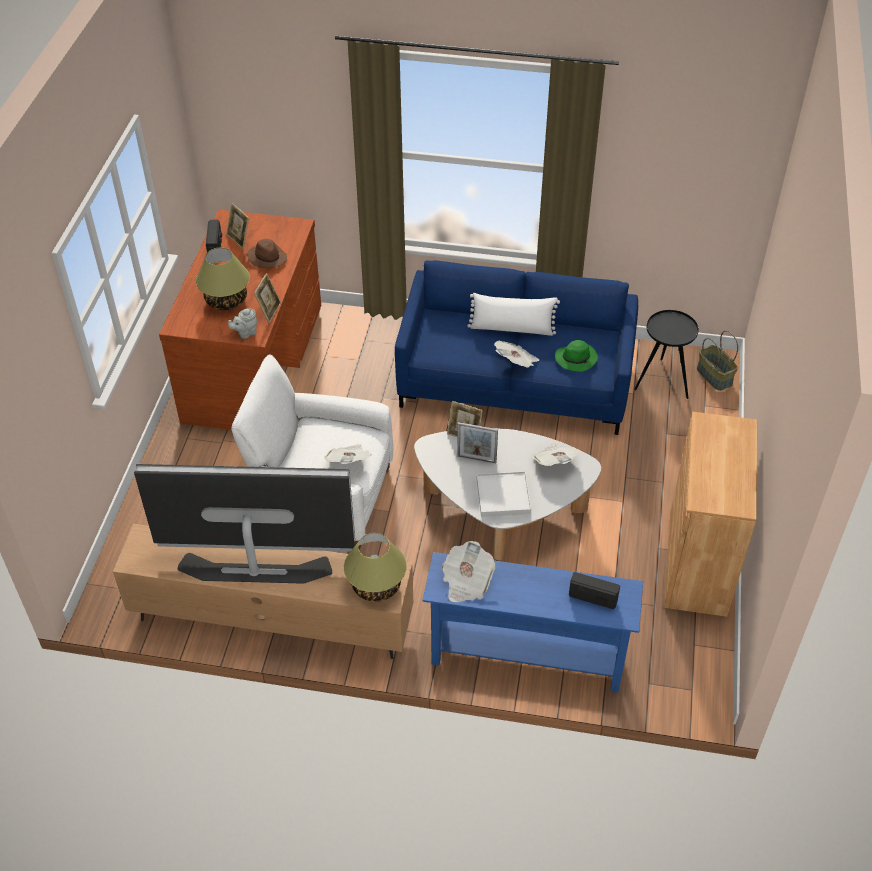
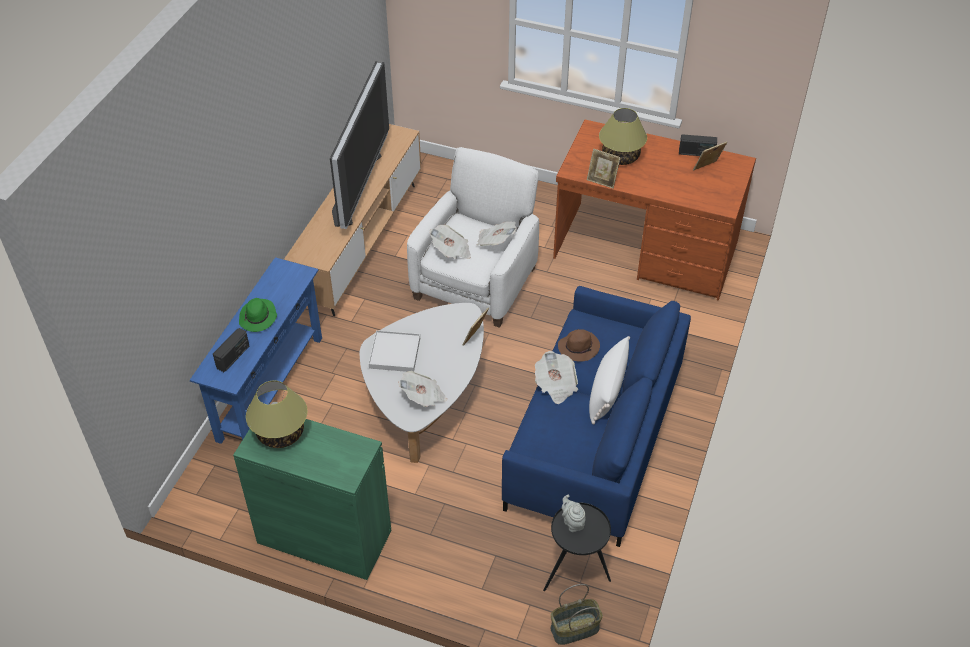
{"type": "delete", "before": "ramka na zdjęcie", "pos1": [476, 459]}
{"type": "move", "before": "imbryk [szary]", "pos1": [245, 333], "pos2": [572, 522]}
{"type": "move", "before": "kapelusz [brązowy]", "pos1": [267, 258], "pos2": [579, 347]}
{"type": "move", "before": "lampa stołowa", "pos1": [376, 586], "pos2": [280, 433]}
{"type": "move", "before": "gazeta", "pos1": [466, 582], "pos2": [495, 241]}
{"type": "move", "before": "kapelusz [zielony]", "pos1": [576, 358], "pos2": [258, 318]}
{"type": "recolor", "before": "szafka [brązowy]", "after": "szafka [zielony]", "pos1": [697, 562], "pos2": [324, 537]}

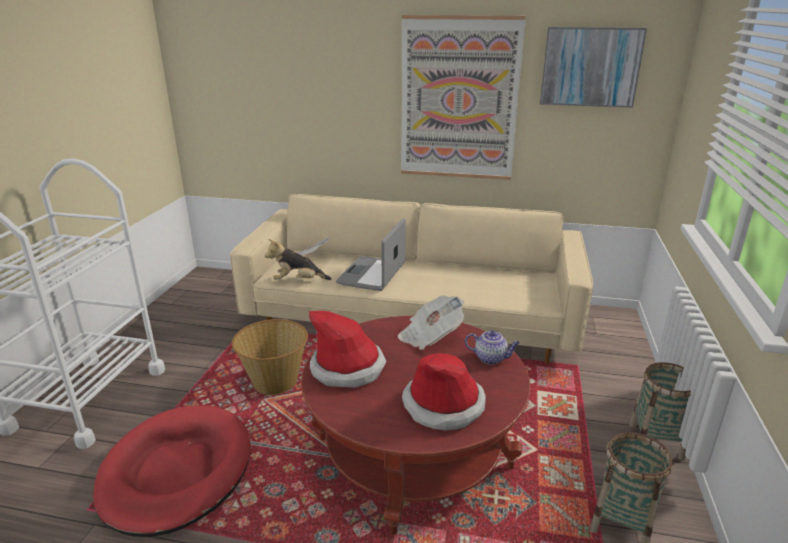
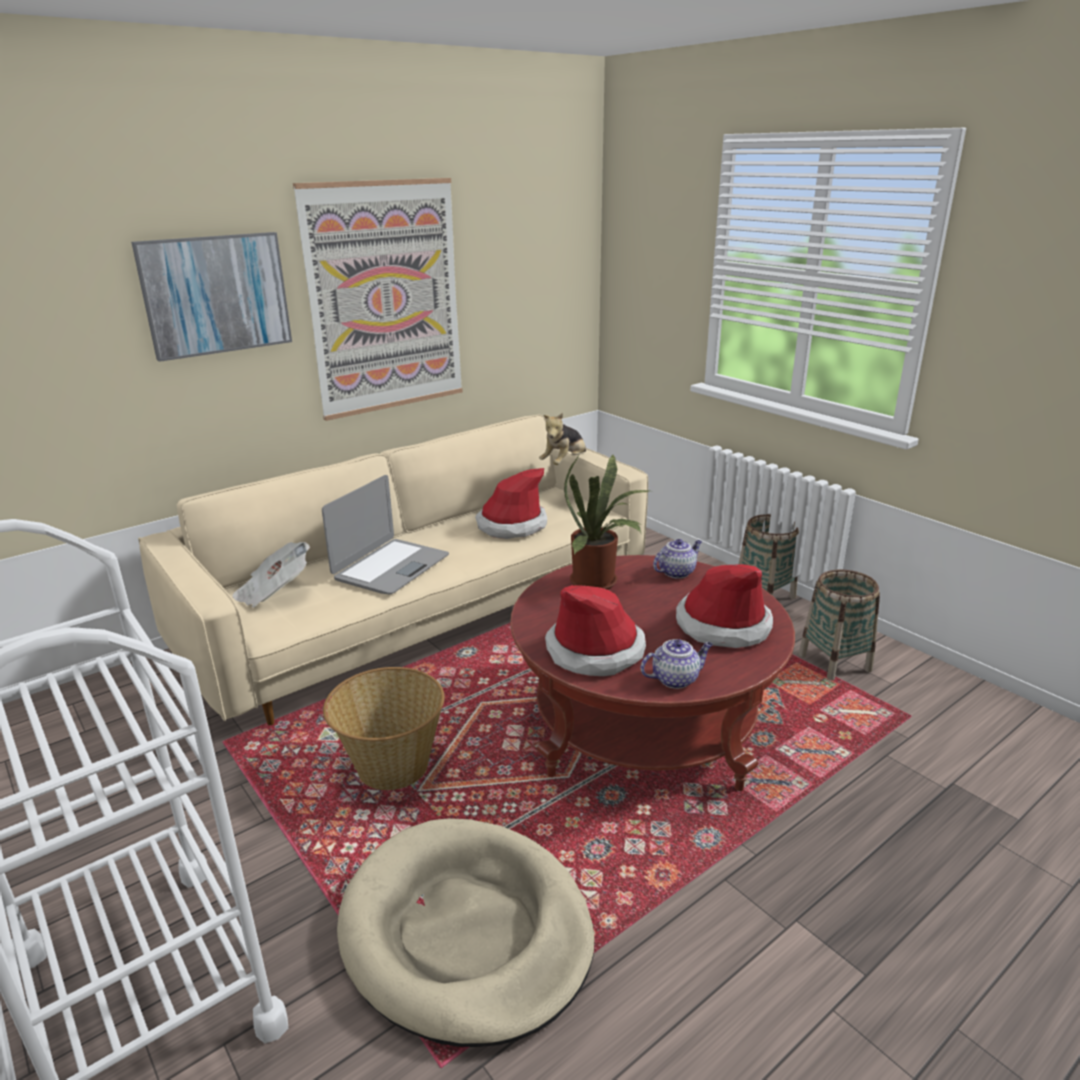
{"type": "insert", "after": "kapelusz", "pos2": [511, 525]}
{"type": "insert", "after": "imbryk", "pos2": [676, 679]}
{"type": "move", "before": "pluszak", "pos1": [298, 281], "pos2": [564, 463]}
{"type": "move", "before": "obraz", "pos1": [590, 67], "pos2": [216, 294]}
{"type": "replace", "before": "gazeta", "after": "roślina doniczkowa", "pos1": [430, 336], "pos2": [598, 583]}
{"type": "recolor", "before": "legowisko [czerwony]", "after": "legowisko [beżowy]", "pos1": [176, 472], "pos2": [466, 932]}
{"type": "rotate", "before": "laptop", "pos1": [372, 274], "pos2": [390, 567], "turn": -120}

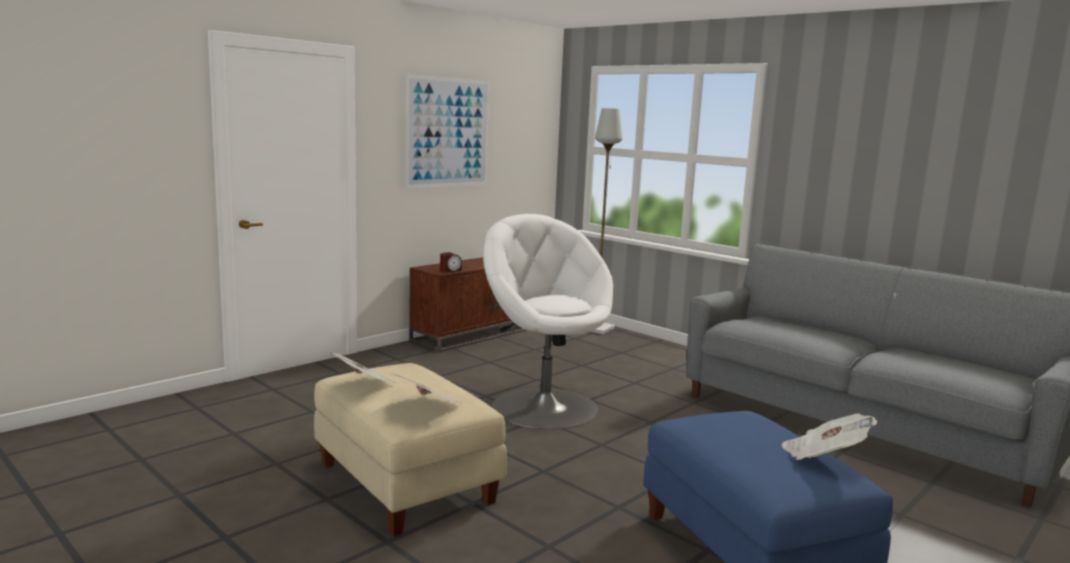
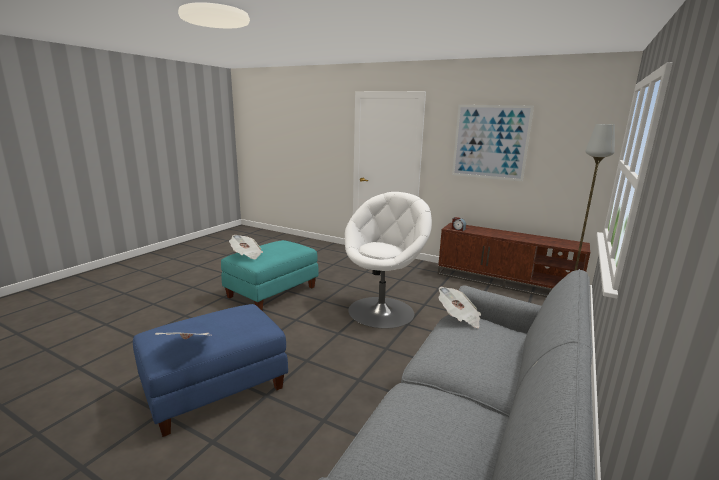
{"type": "move", "before": "gazeta", "pos1": [362, 385], "pos2": [459, 318]}
{"type": "recolor", "before": "pufa [beżowy]", "after": "pufa [turkusowy]", "pos1": [403, 482], "pos2": [272, 291]}

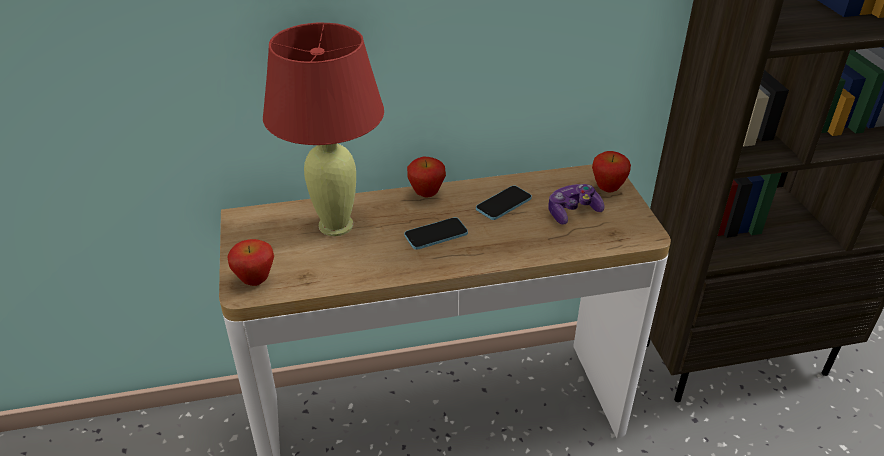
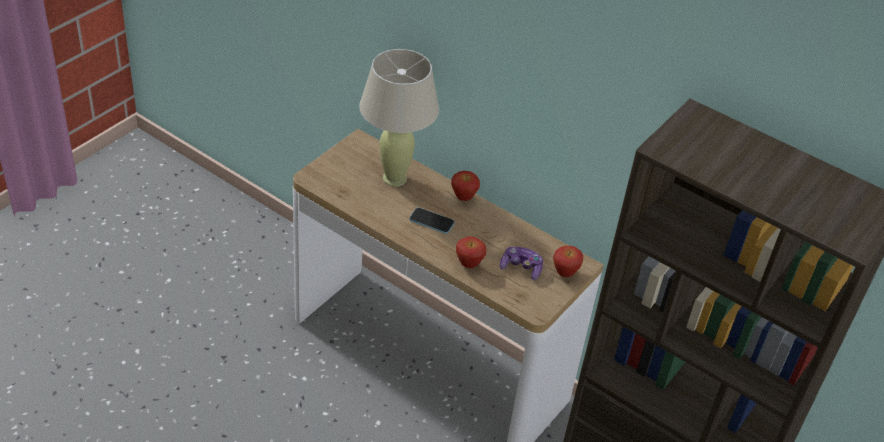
{"type": "delete", "before": "telefon", "pos1": [503, 204]}
{"type": "move", "before": "jabłko", "pos1": [255, 281], "pos2": [469, 264]}
{"type": "recolor", "before": "lampa stołowa [czerwony]", "after": "lampa stołowa [beżowy]", "pos1": [335, 225], "pos2": [394, 178]}

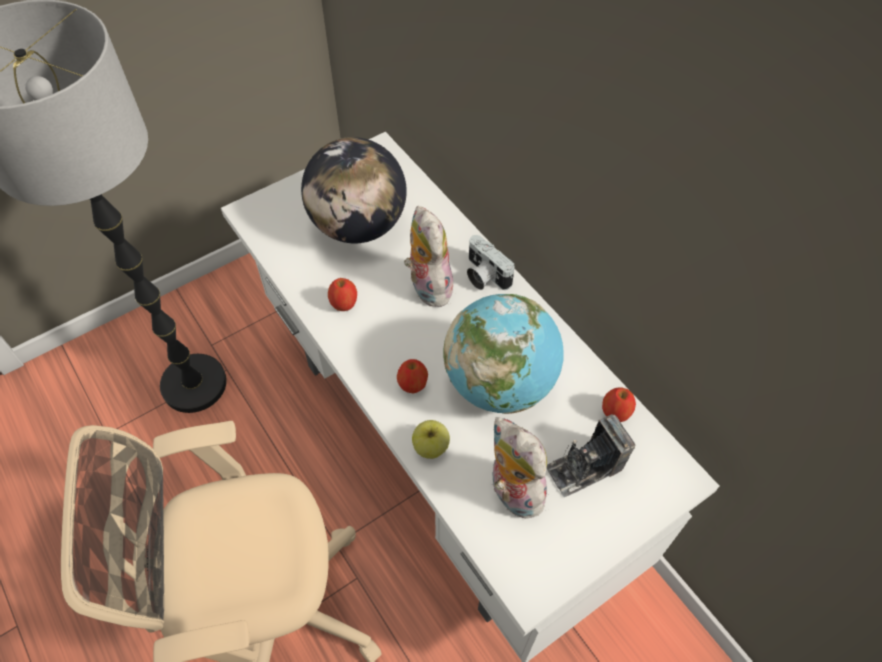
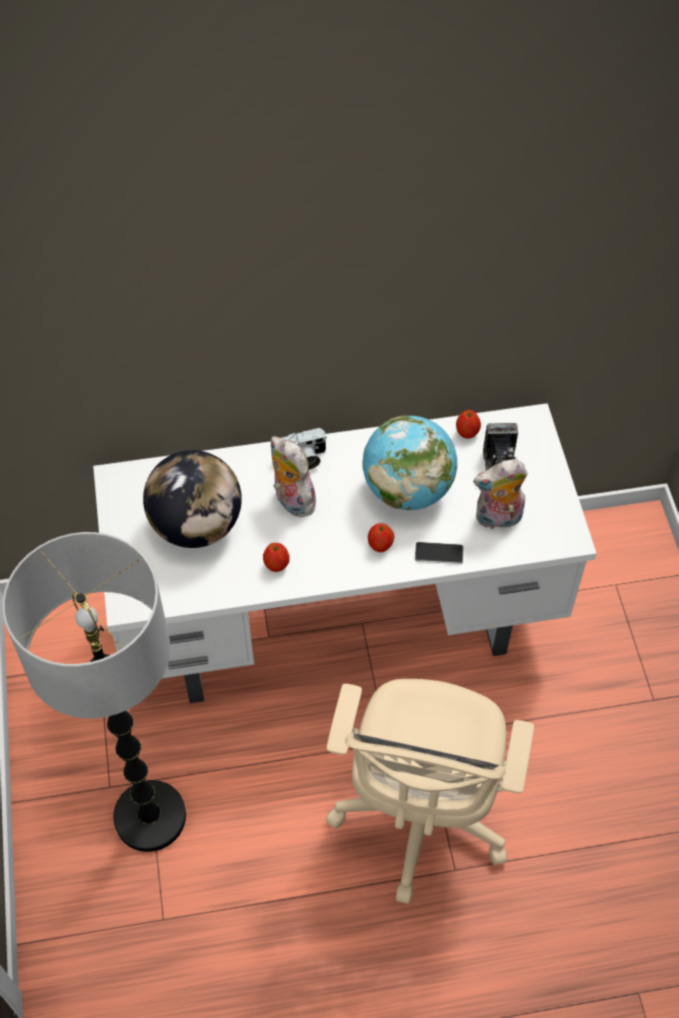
{"type": "replace", "before": "jabłko", "after": "telefon", "pos1": [431, 447], "pos2": [439, 553]}
{"type": "rotate", "before": "pluszak", "pos1": [427, 286], "pos2": [291, 500], "turn": 45}

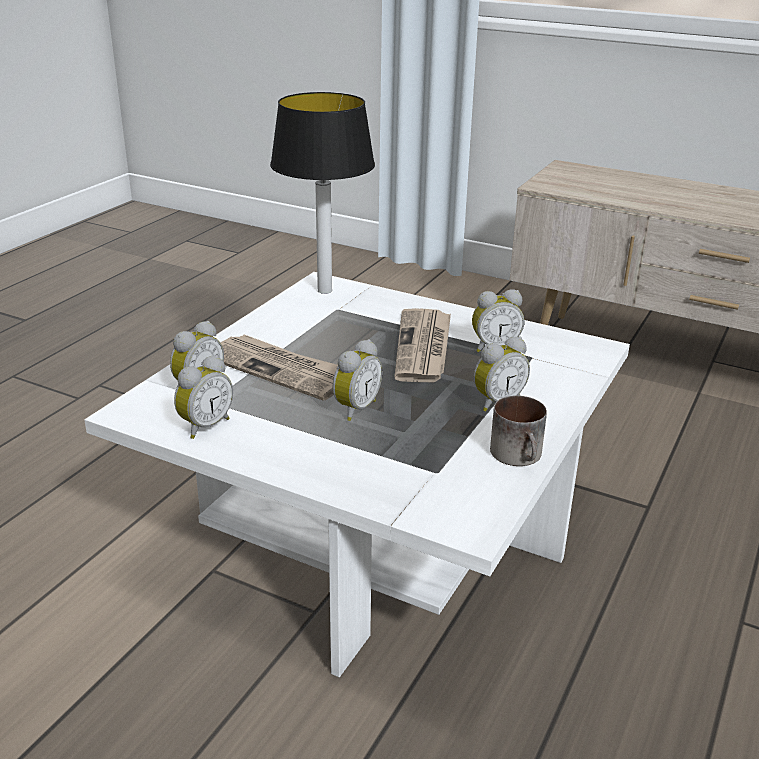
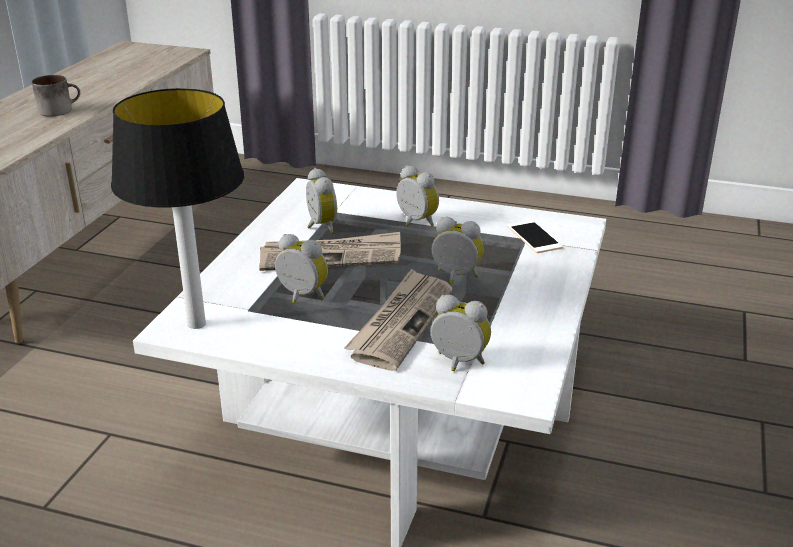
{"type": "insert", "after": "telefon", "pos2": [534, 237]}
{"type": "move", "before": "budzik", "pos1": [204, 426], "pos2": [301, 297]}
{"type": "move", "before": "kubek", "pos1": [520, 455], "pos2": [59, 109]}

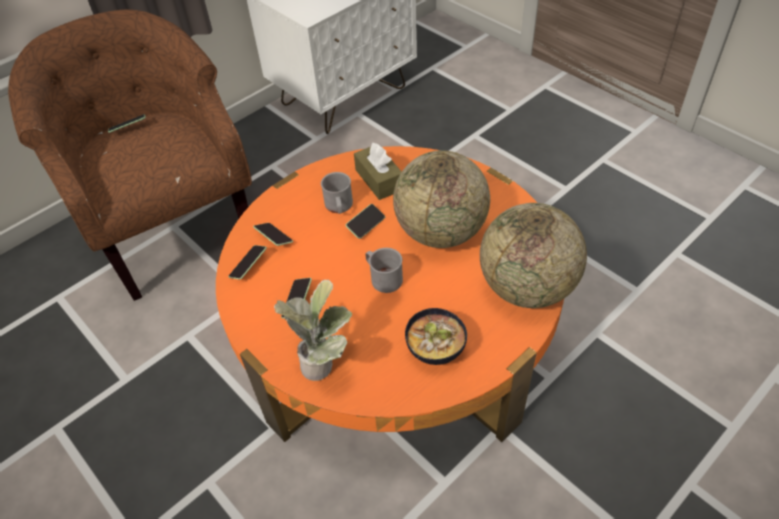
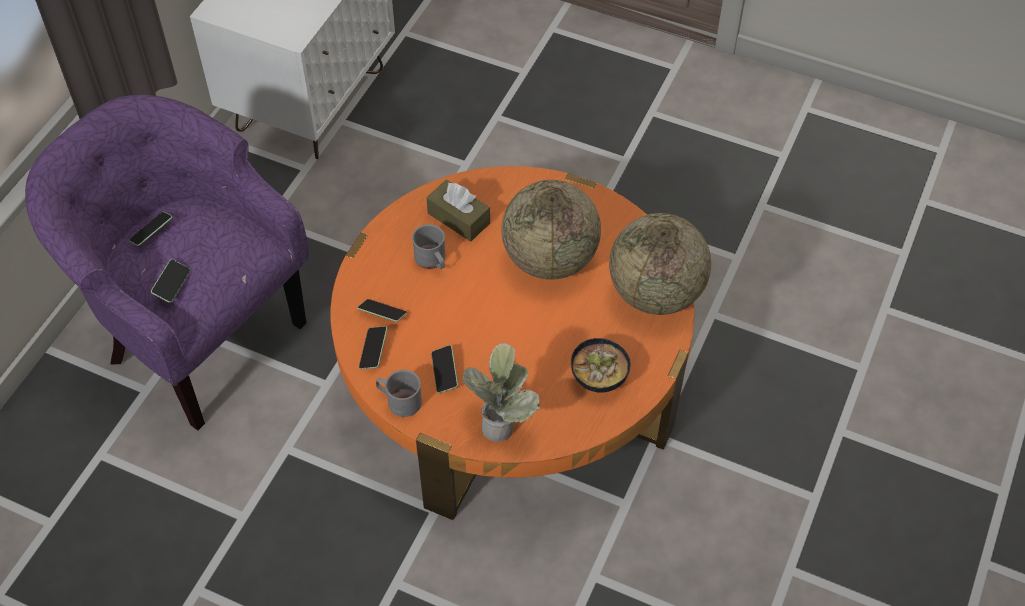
{"type": "move", "before": "telefon", "pos1": [366, 225], "pos2": [172, 285]}
{"type": "move", "before": "kubek [szary]", "pos1": [383, 277], "pos2": [399, 400]}
{"type": "recolor", "before": "fotel [brązowy]", "after": "fotel [fioletowy]", "pos1": [175, 234], "pos2": [198, 338]}

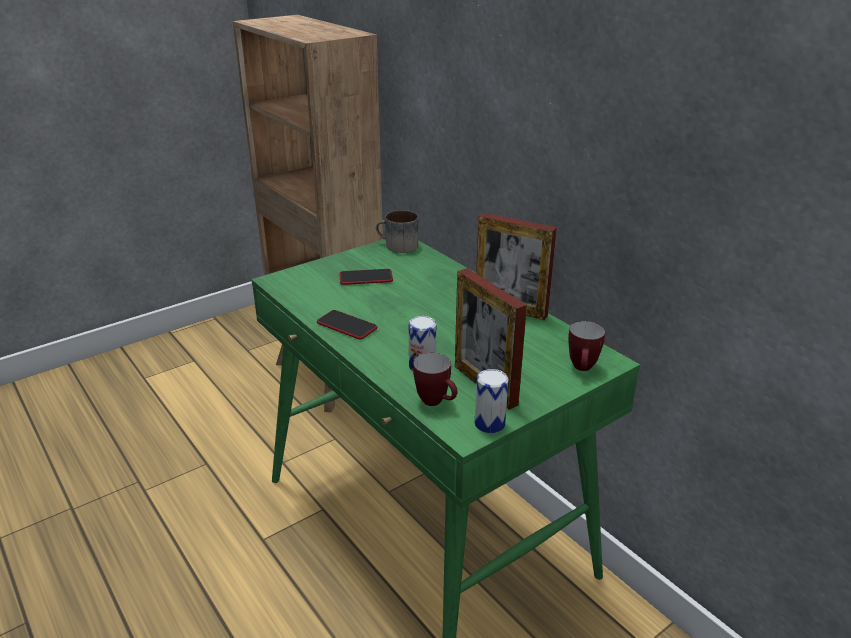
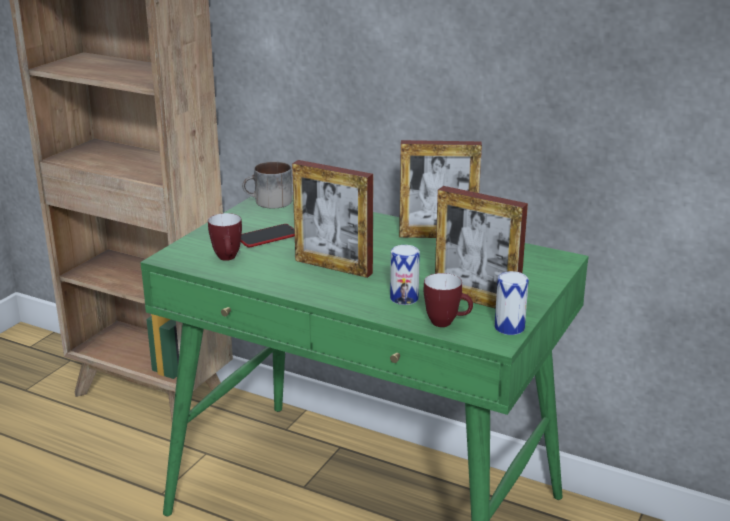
{"type": "delete", "before": "telefon", "pos1": [347, 326]}
{"type": "insert", "after": "ramka na zdjęcie", "pos2": [333, 266]}
{"type": "move", "before": "kubek", "pos1": [583, 369], "pos2": [228, 259]}

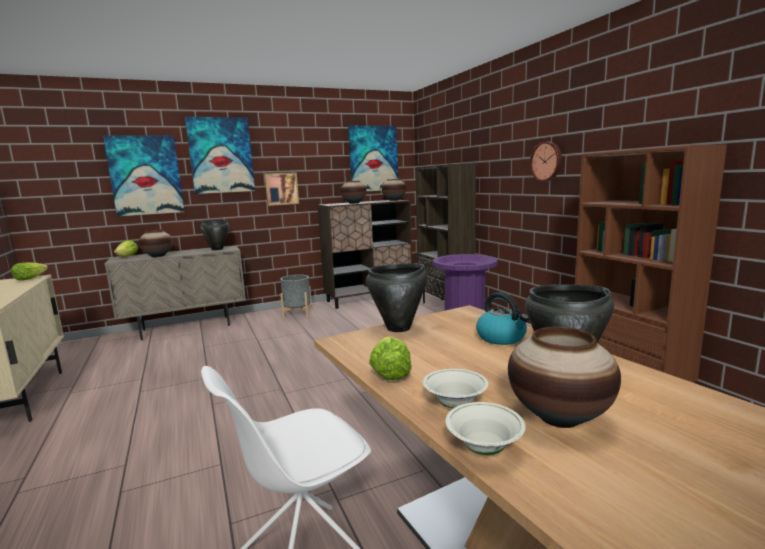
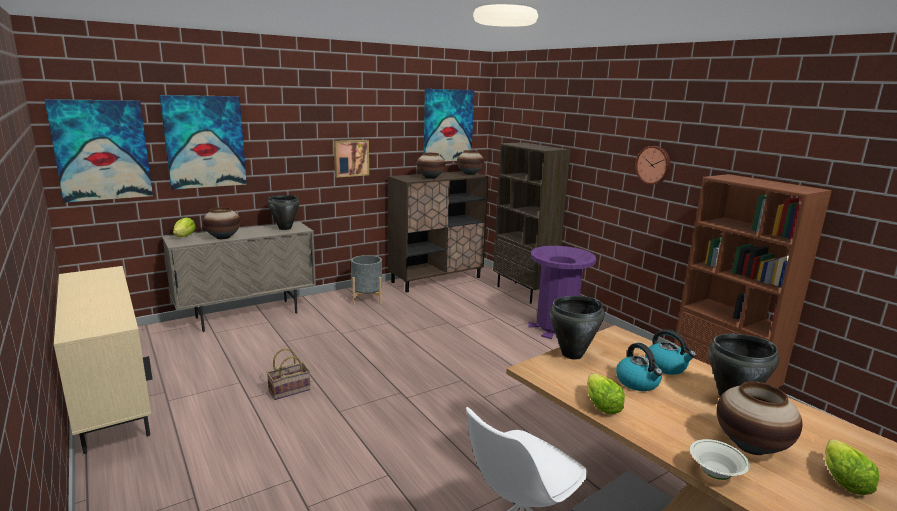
{"type": "delete", "before": "miska [biały]", "pos1": [455, 405]}
{"type": "insert", "after": "koszyk", "pos2": [290, 390]}
{"type": "insert", "after": "czajnik", "pos2": [638, 382]}
{"type": "move", "before": "sałata", "pos1": [30, 278], "pos2": [842, 479]}
{"type": "move", "before": "obraz", "pos1": [221, 155], "pos2": [102, 150]}

